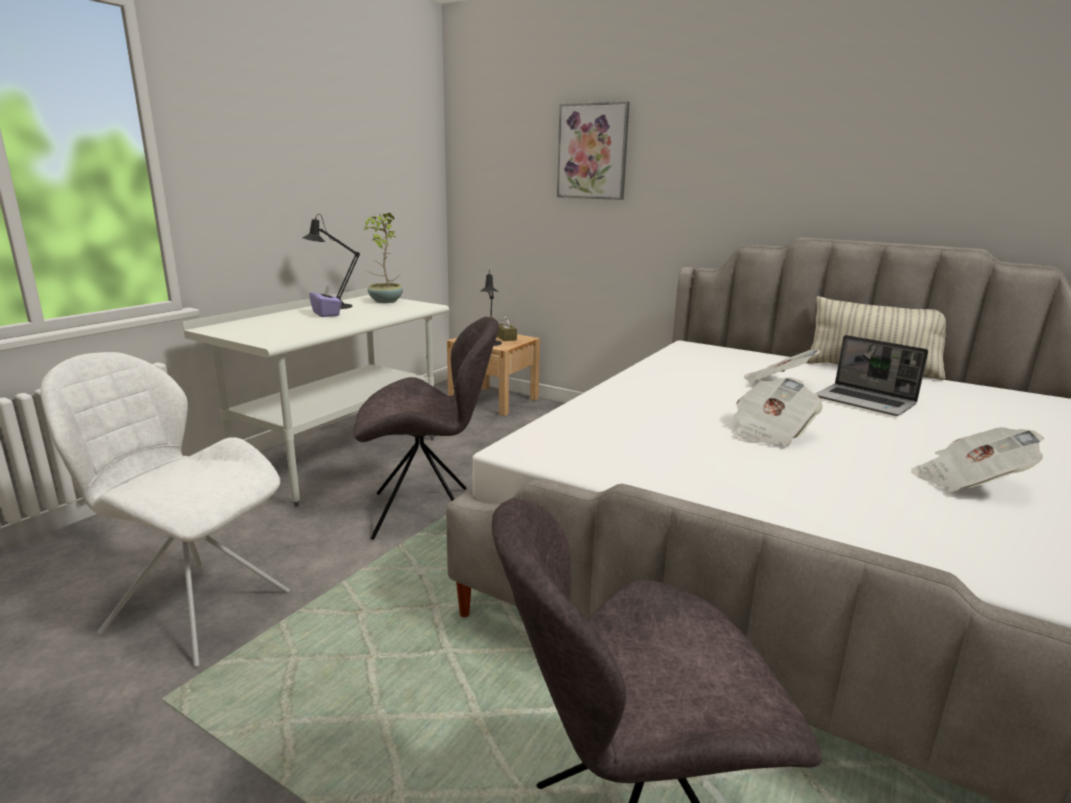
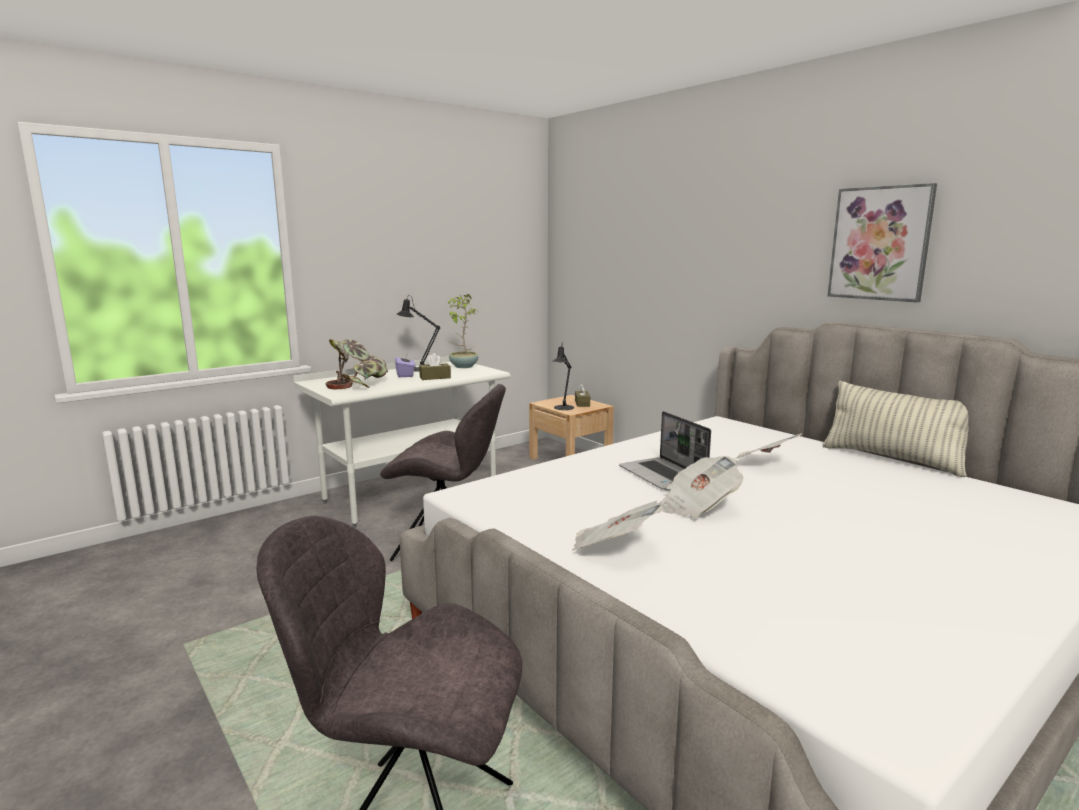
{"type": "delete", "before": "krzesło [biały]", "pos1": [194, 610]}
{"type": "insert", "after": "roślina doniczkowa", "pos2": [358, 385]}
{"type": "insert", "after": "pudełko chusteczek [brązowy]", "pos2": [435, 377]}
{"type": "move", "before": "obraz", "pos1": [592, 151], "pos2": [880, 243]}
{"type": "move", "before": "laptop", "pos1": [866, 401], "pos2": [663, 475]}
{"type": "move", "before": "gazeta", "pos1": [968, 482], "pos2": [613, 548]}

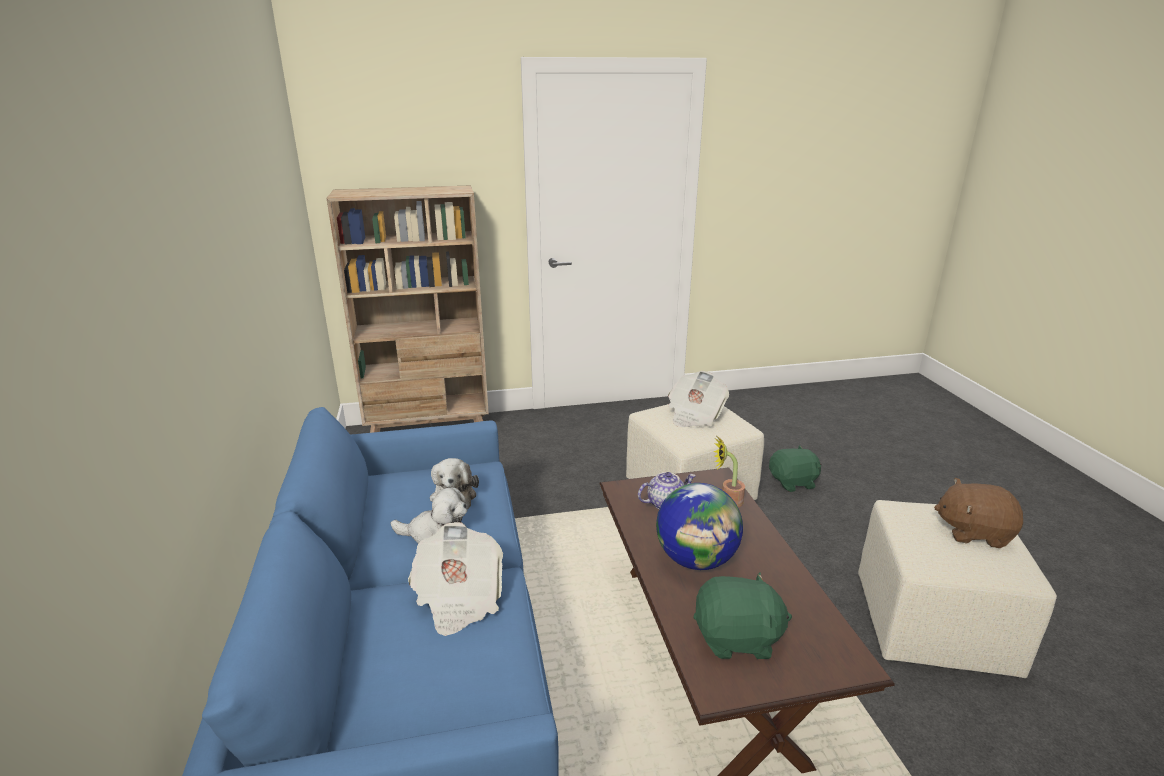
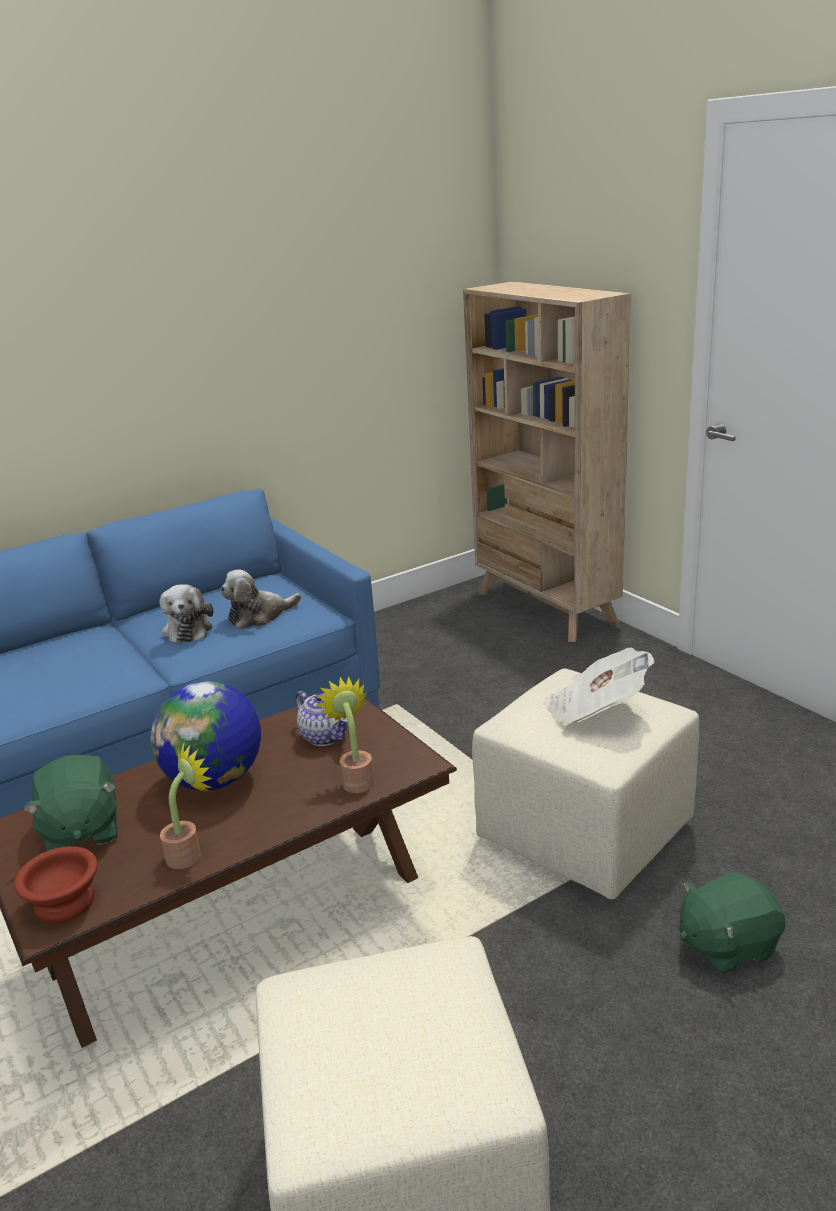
{"type": "delete", "before": "gazeta", "pos1": [458, 598]}
{"type": "delete", "before": "pluszak [brązowy]", "pos1": [973, 532]}
{"type": "insert", "after": "miska [brązowy]", "pos2": [66, 902]}
{"type": "insert", "after": "roślina doniczkowa", "pos2": [190, 853]}
{"type": "rotate", "before": "pluszak [zielony]", "pos1": [793, 482], "pos2": [726, 945], "turn": 105}

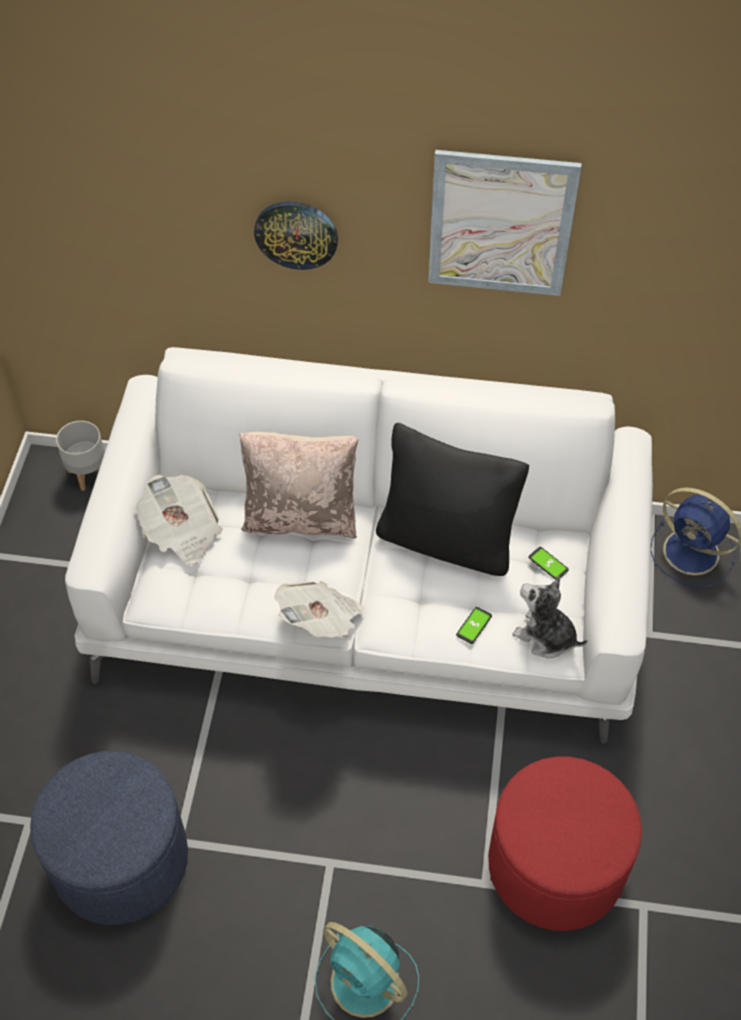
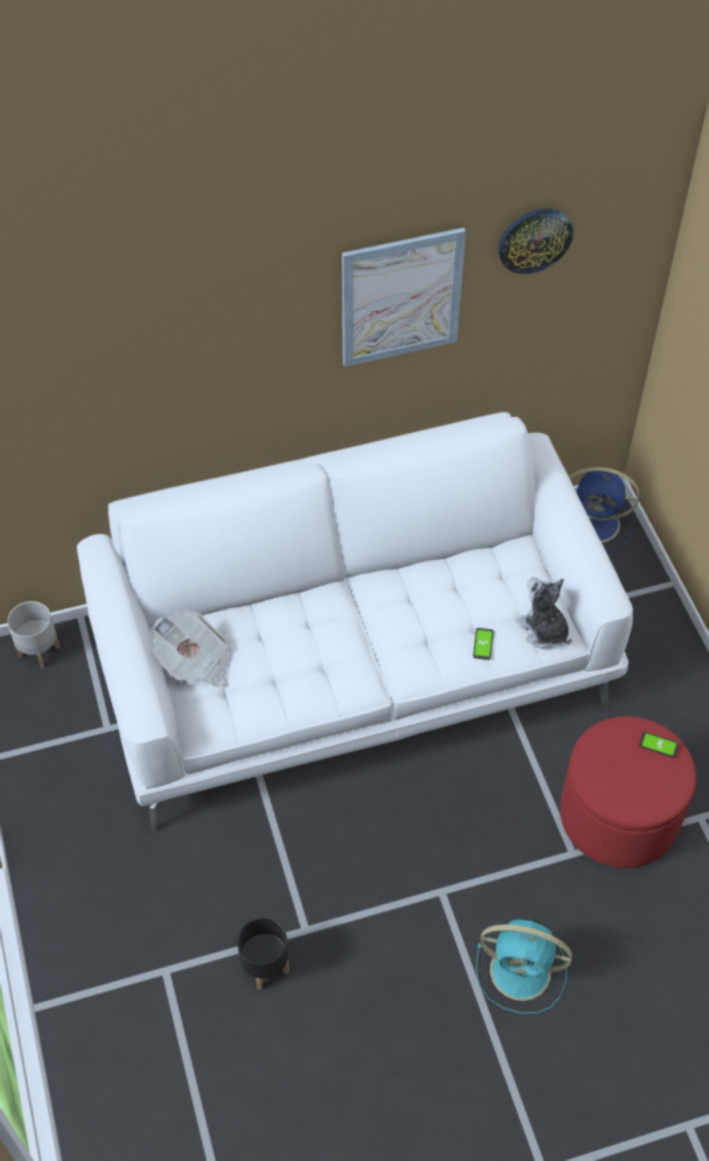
{"type": "delete", "before": "poduszka [beżowy]", "pos1": [301, 517]}
{"type": "delete", "before": "gazeta", "pos1": [321, 620]}
{"type": "delete", "before": "poduszka [czarny]", "pos1": [447, 540]}
{"type": "move", "before": "zegar ścienny", "pos1": [296, 234], "pos2": [534, 239]}
{"type": "move", "before": "telefon", "pos1": [548, 564], "pos2": [658, 745]}
{"type": "replace", "before": "pufa [niebieski]", "after": "donica [czarny]", "pos1": [120, 859], "pos2": [265, 966]}
{"type": "rotate", "before": "pluszak", "pos1": [545, 636], "pos2": [543, 630], "turn": 45}

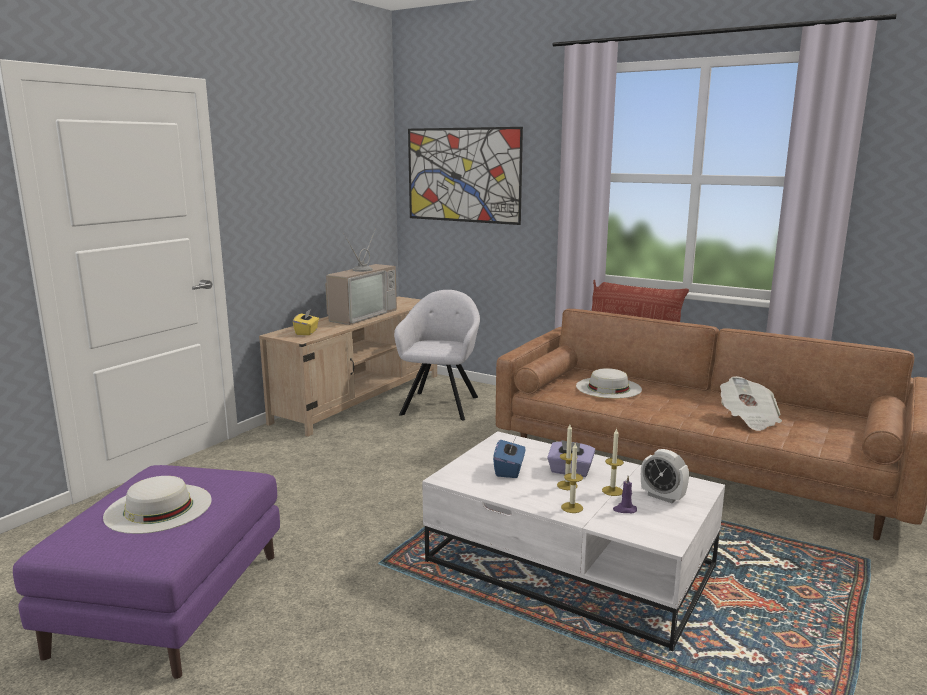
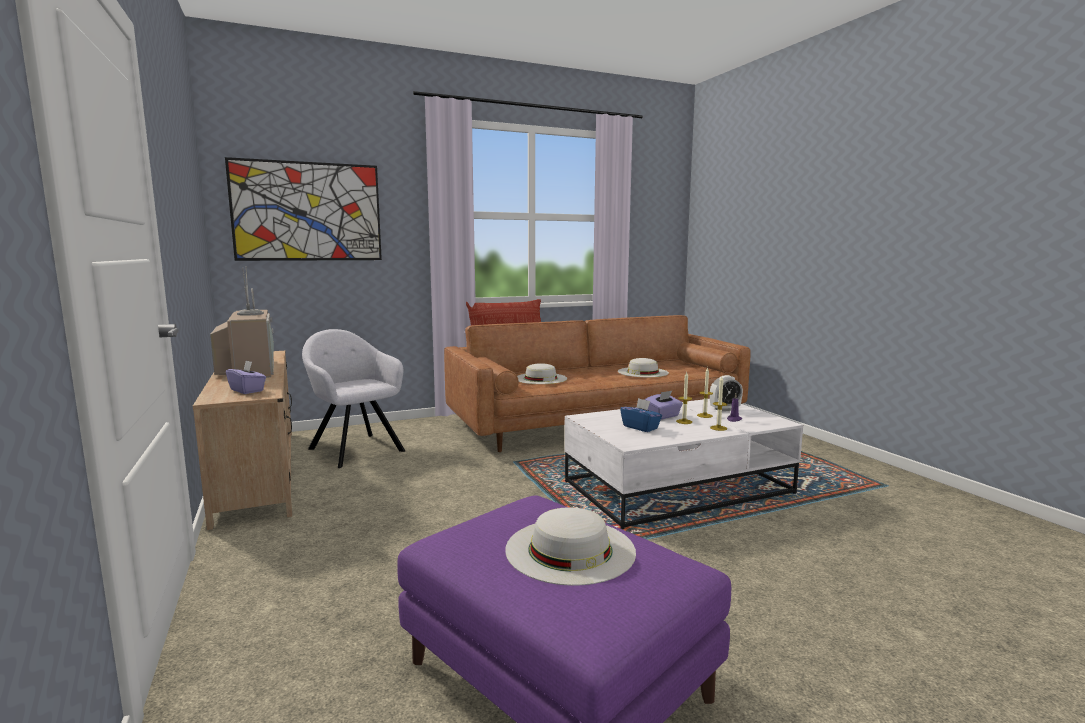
{"type": "replace", "before": "gazeta", "after": "kapelusz [biały]", "pos1": [748, 419], "pos2": [643, 372]}
{"type": "recolor", "before": "pudełko chusteczek [żółty]", "after": "pudełko chusteczek [fioletowy]", "pos1": [307, 332], "pos2": [247, 390]}

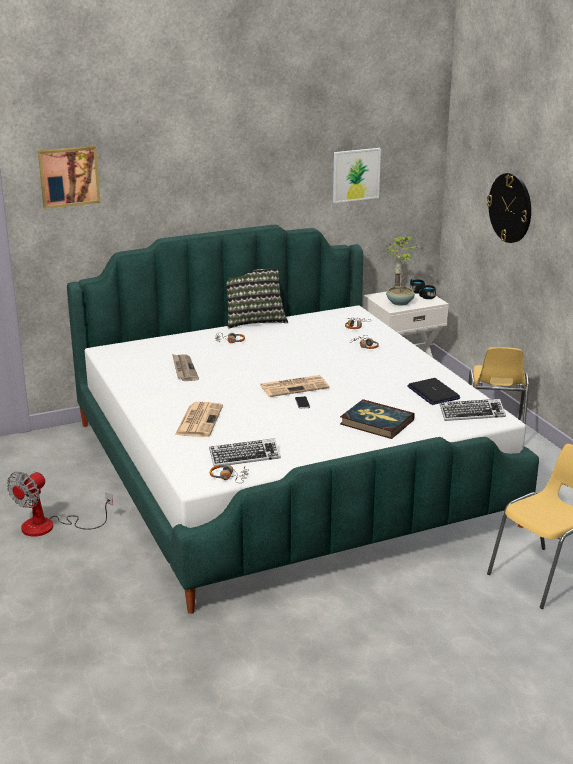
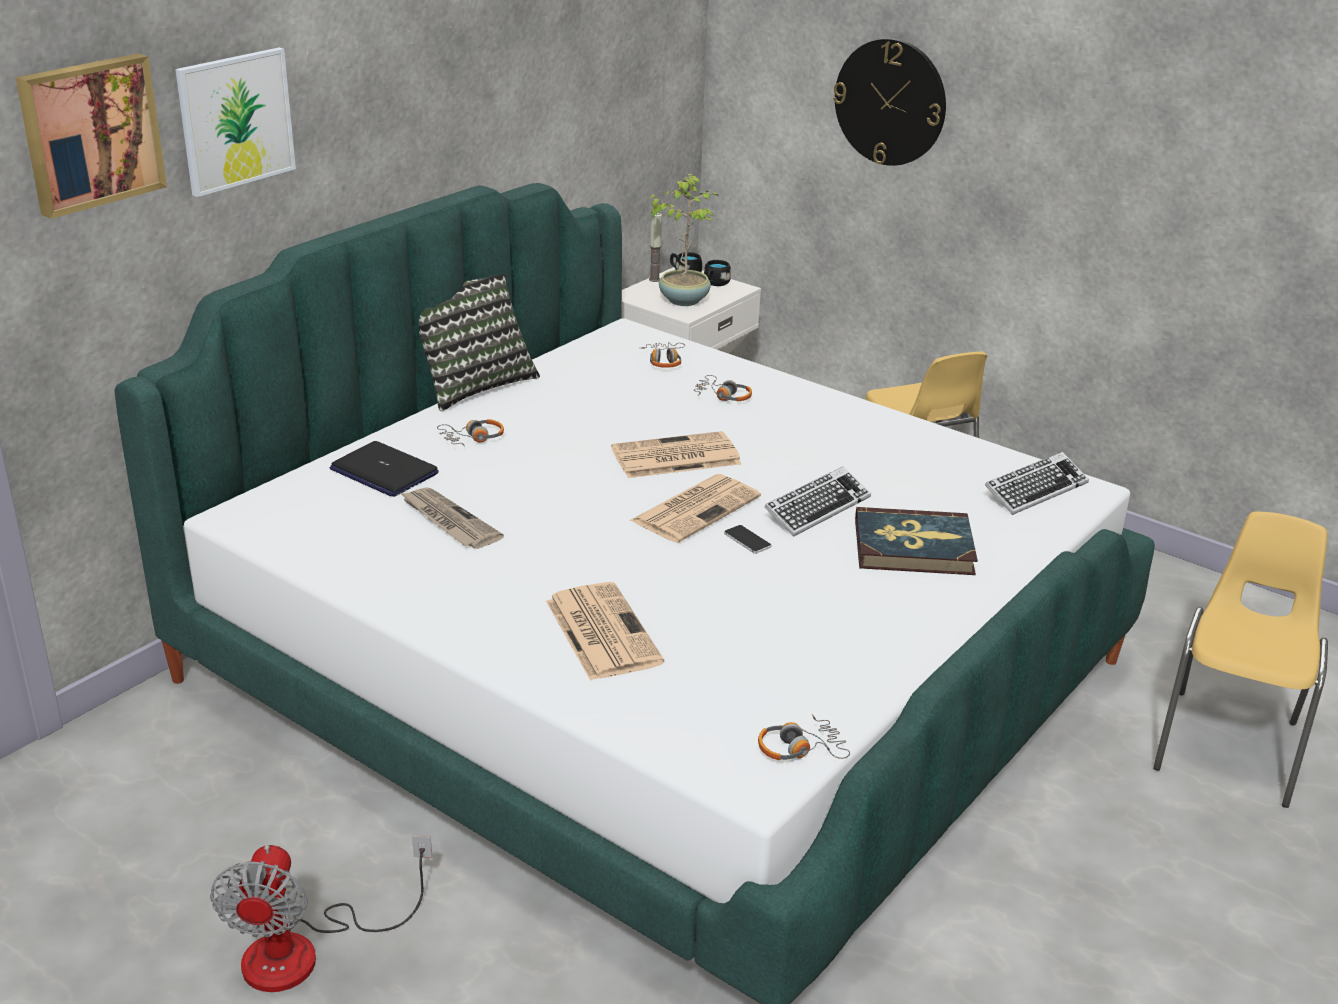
{"type": "insert", "after": "gazeta", "pos2": [674, 457]}
{"type": "move", "before": "klawiatura", "pos1": [244, 457], "pos2": [817, 508]}
{"type": "move", "before": "obraz", "pos1": [356, 175], "pos2": [235, 120]}
{"type": "move", "before": "laptop", "pos1": [433, 393], "pos2": [383, 471]}

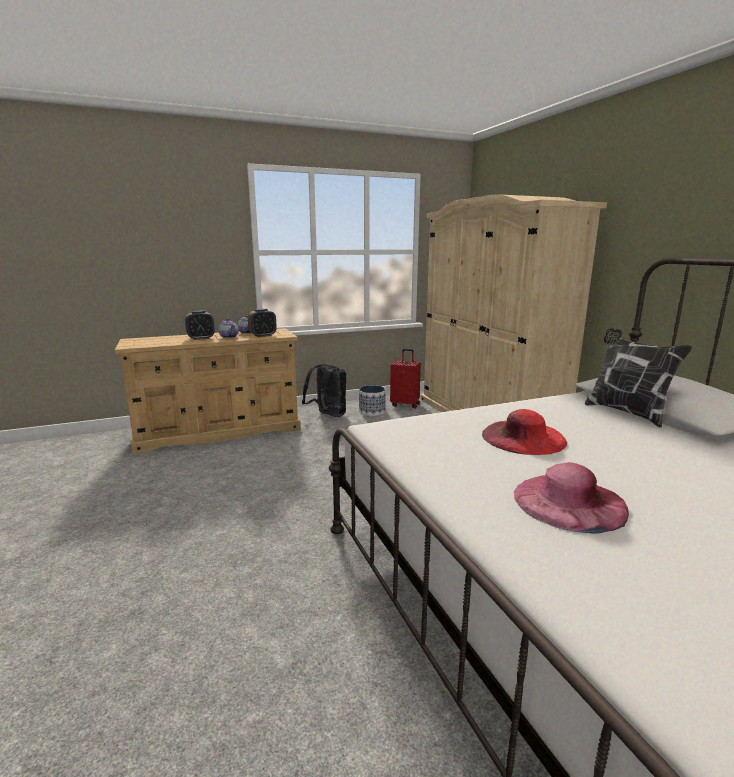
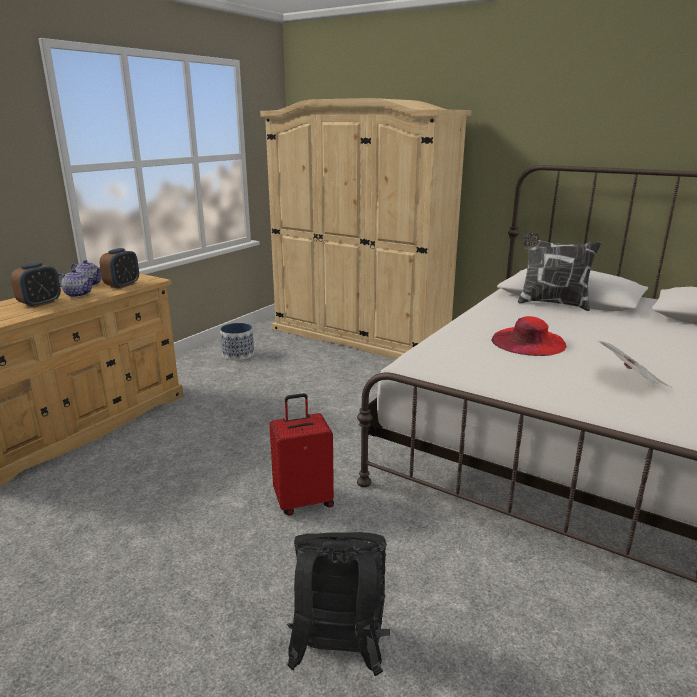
{"type": "move", "before": "plecak [czarny]", "pos1": [327, 415], "pos2": [338, 652]}
{"type": "move", "before": "walizka [czerwony]", "pos1": [405, 404], "pos2": [303, 501]}
{"type": "replace", "before": "kapelusz [różowy]", "after": "gazeta", "pos1": [569, 501], "pos2": [630, 381]}

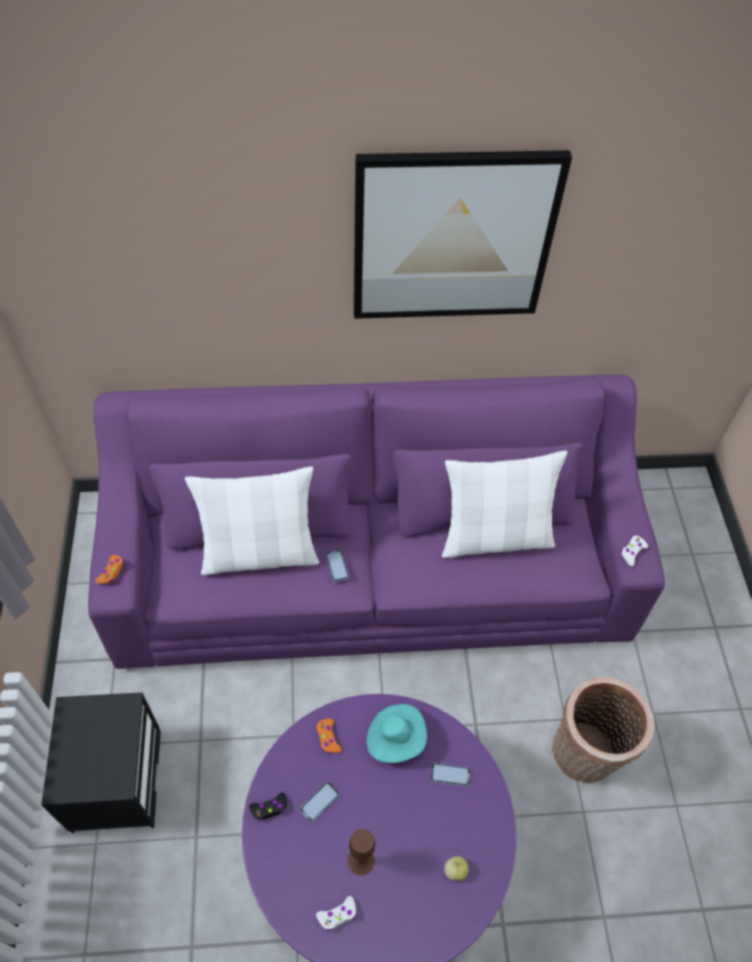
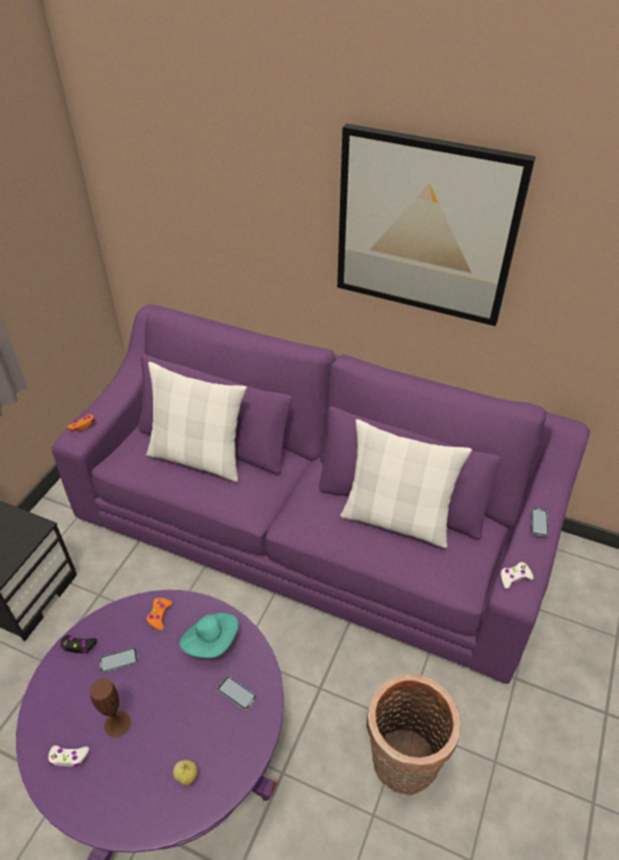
{"type": "move", "before": "telefon", "pos1": [337, 566], "pos2": [539, 523]}

